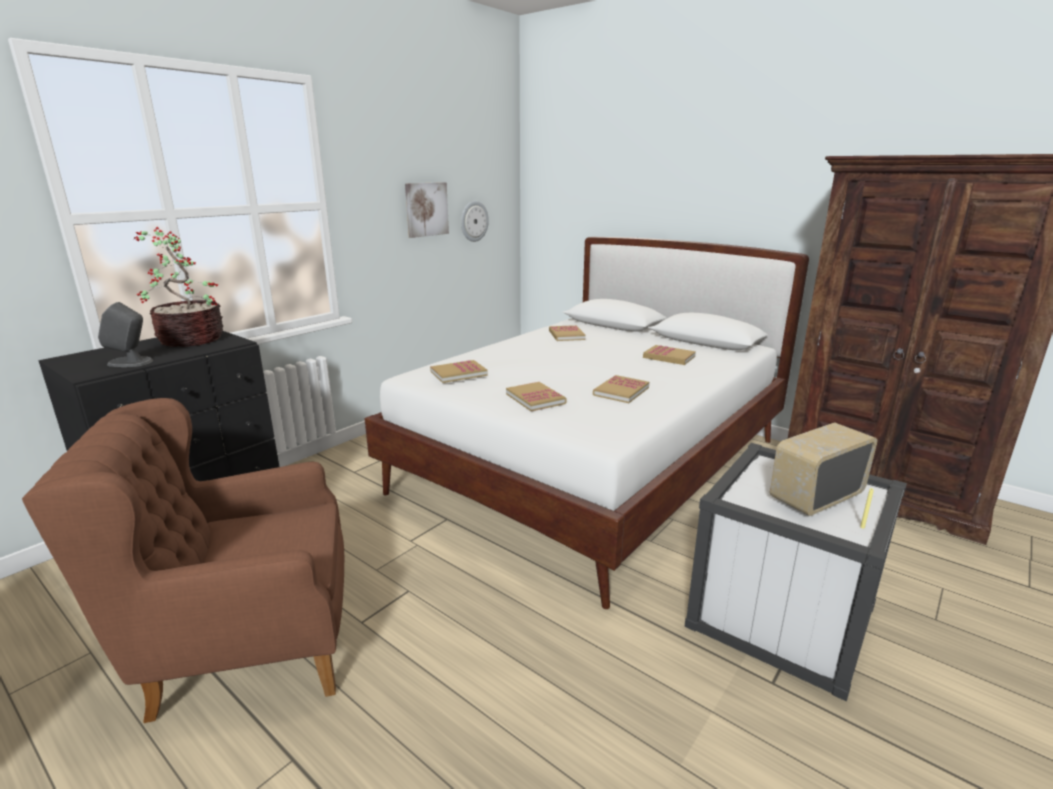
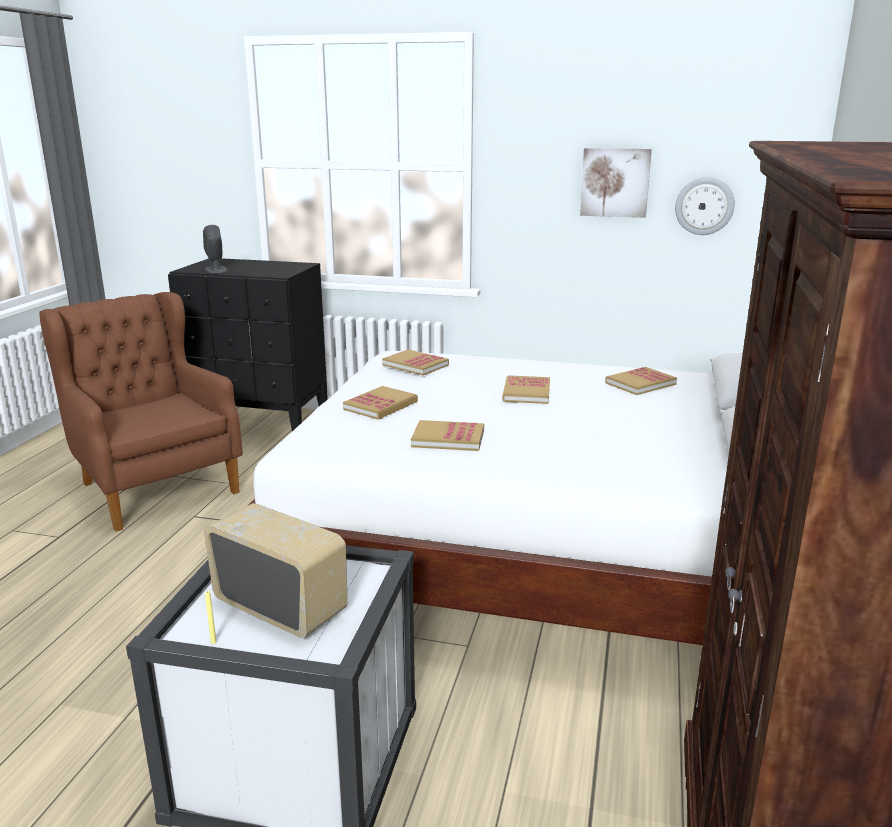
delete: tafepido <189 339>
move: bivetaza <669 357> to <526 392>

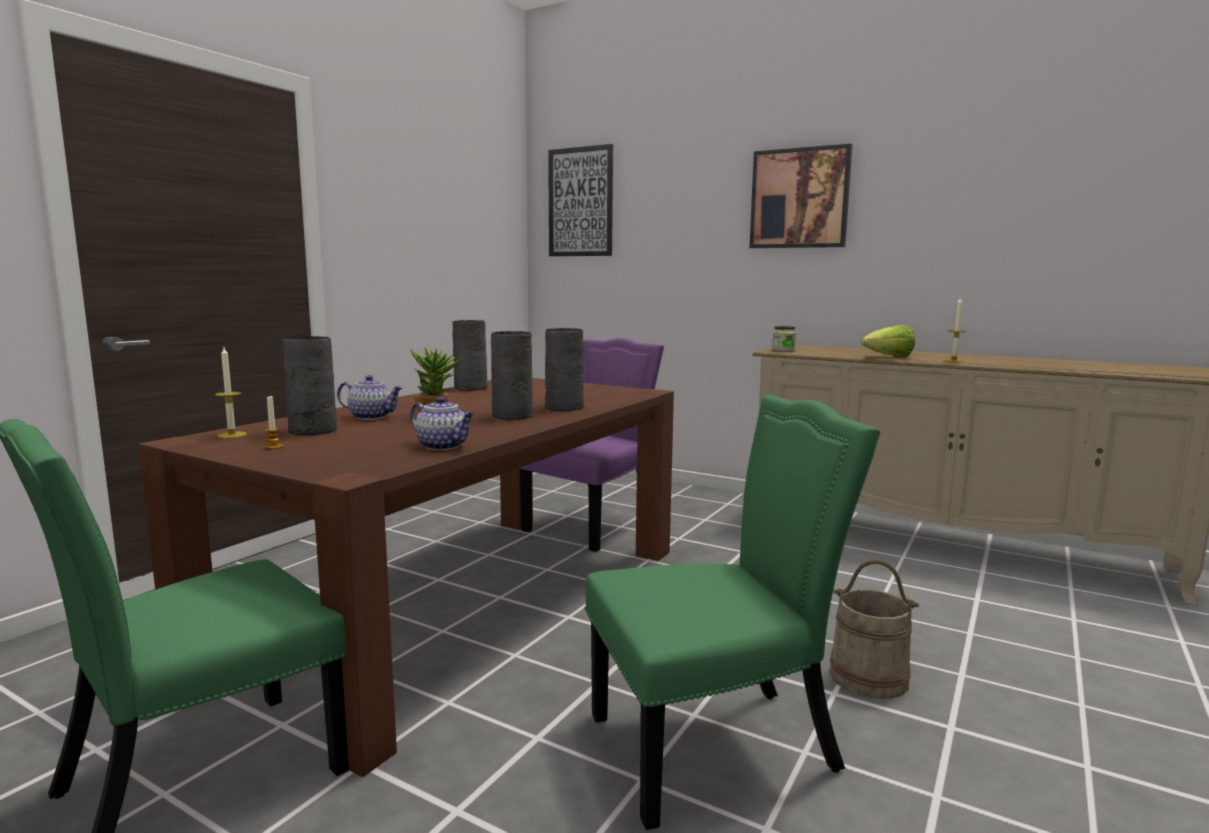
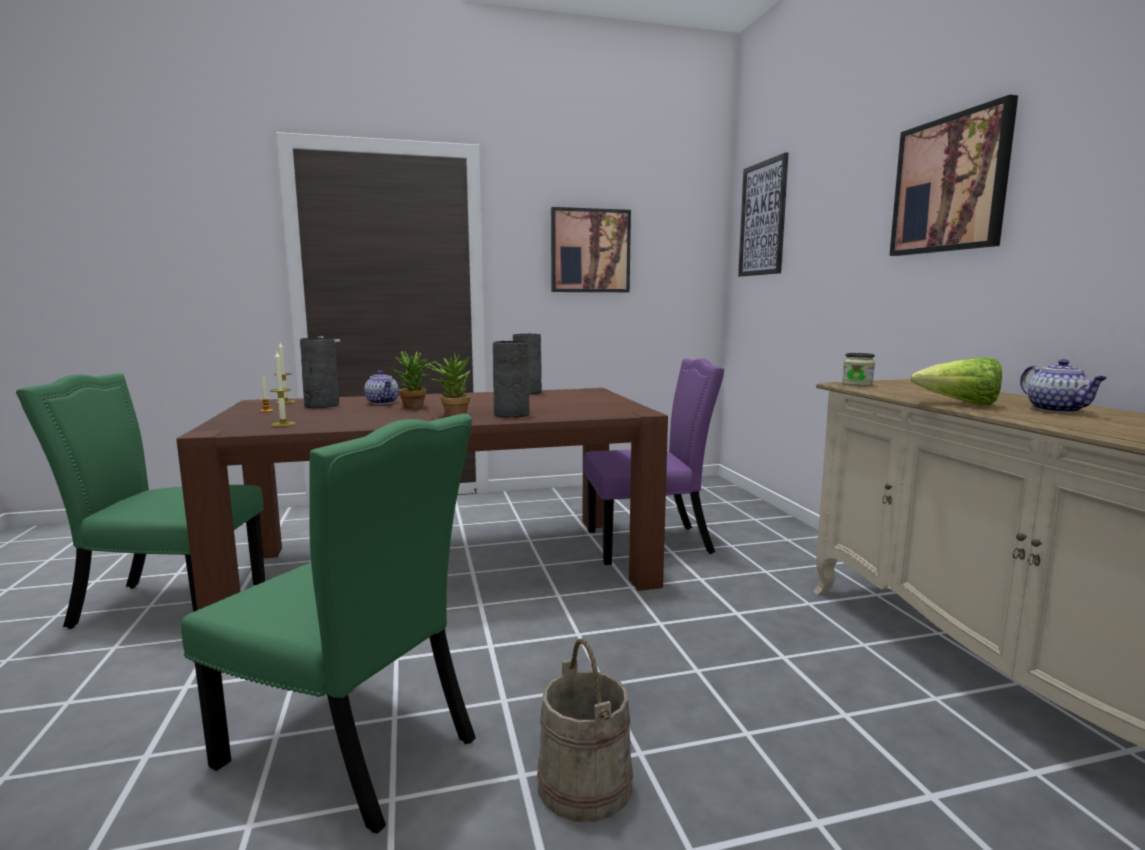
insert: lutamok <590 251>
move: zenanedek <443 446> to <1058 410>; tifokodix <953 360> to <283 424>
replace: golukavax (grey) <512 416> to tafepido <451 414>

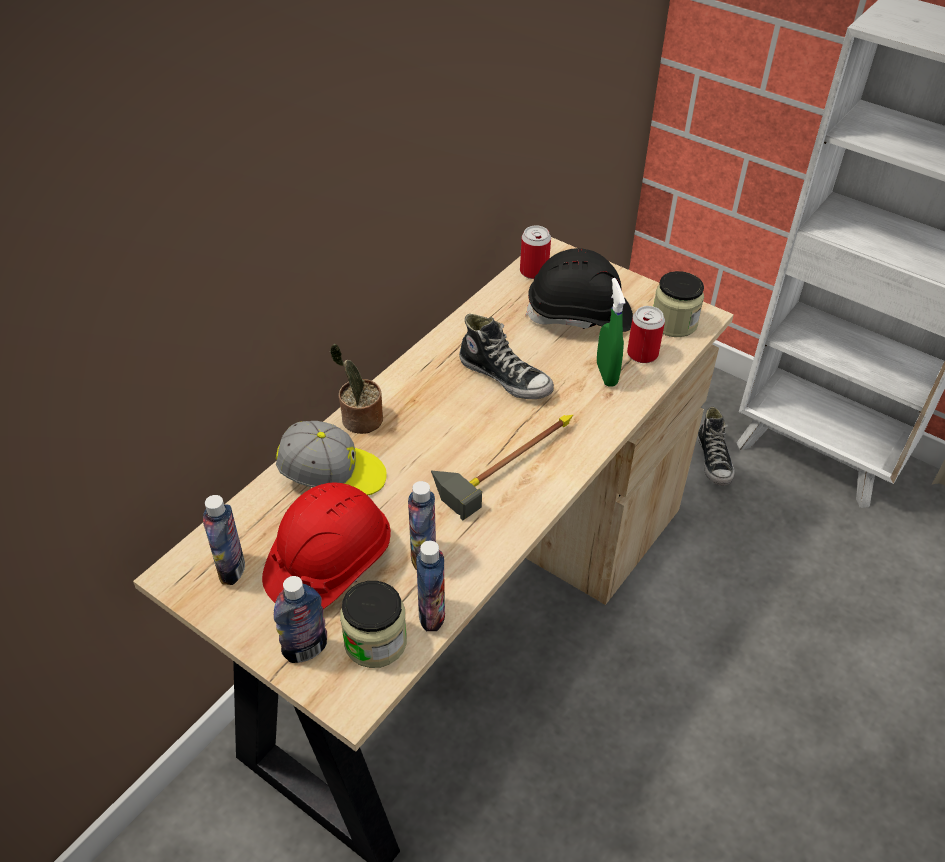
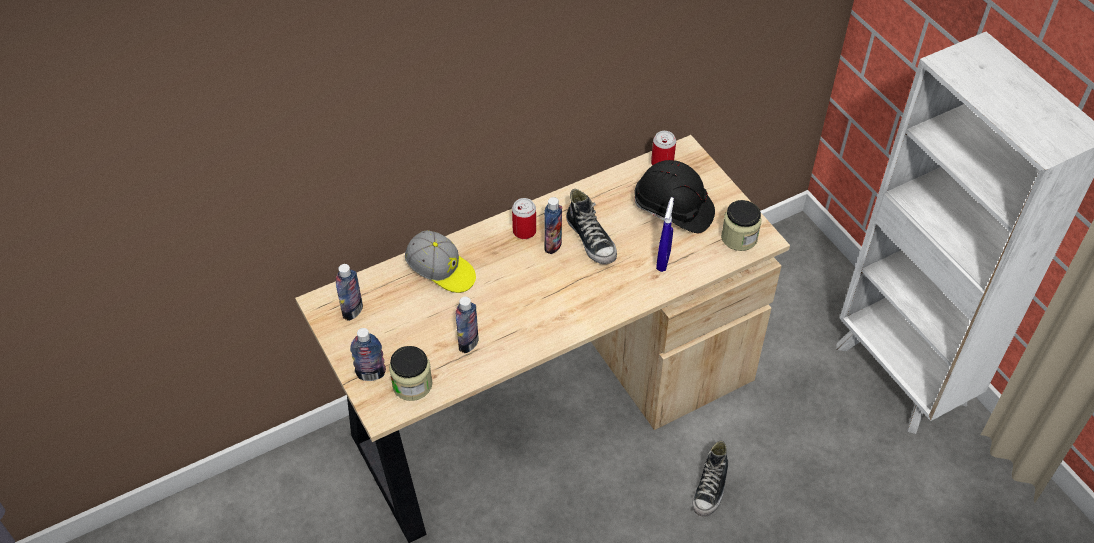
delete: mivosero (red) <328 564>; tafepido <359 420>; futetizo <506 458>
move: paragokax <431 614> to <553 245>; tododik <642 354> to <524 231>; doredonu <714 460> to <710 488>
recolor: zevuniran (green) <606 374> to zevuniran (blue) <663 261>

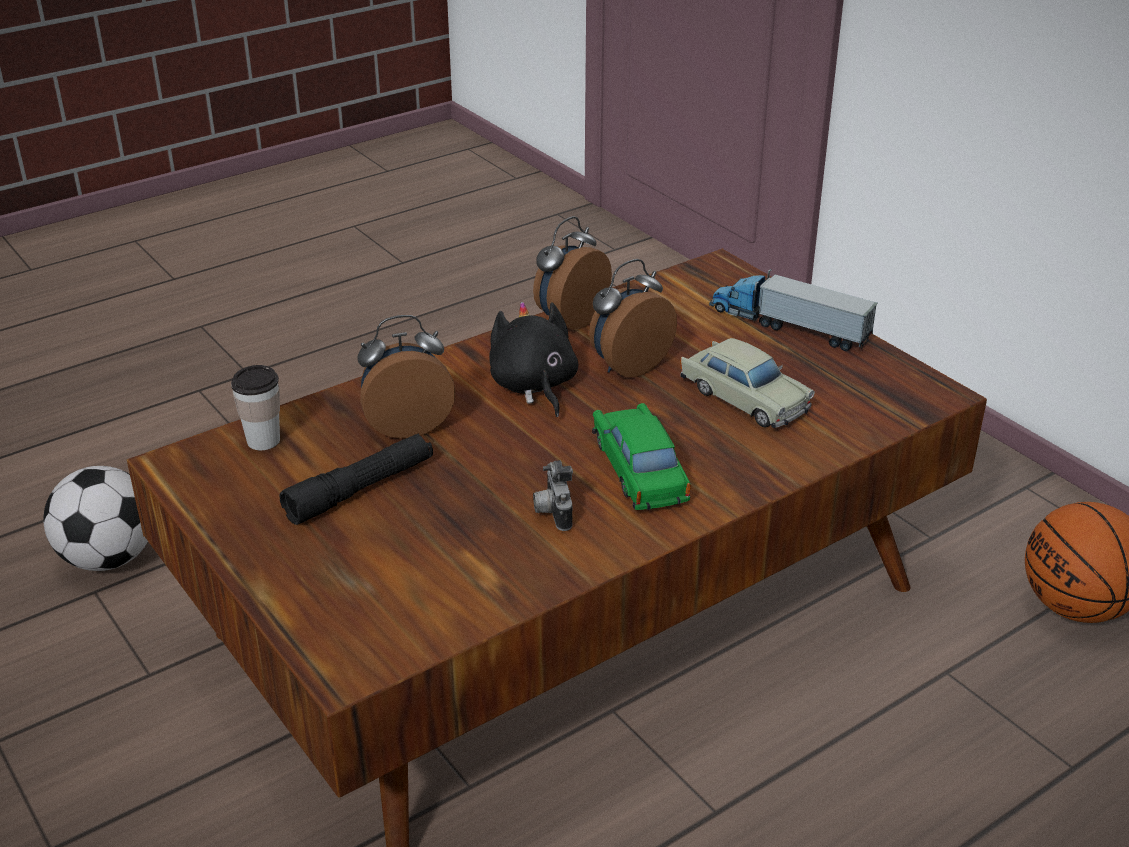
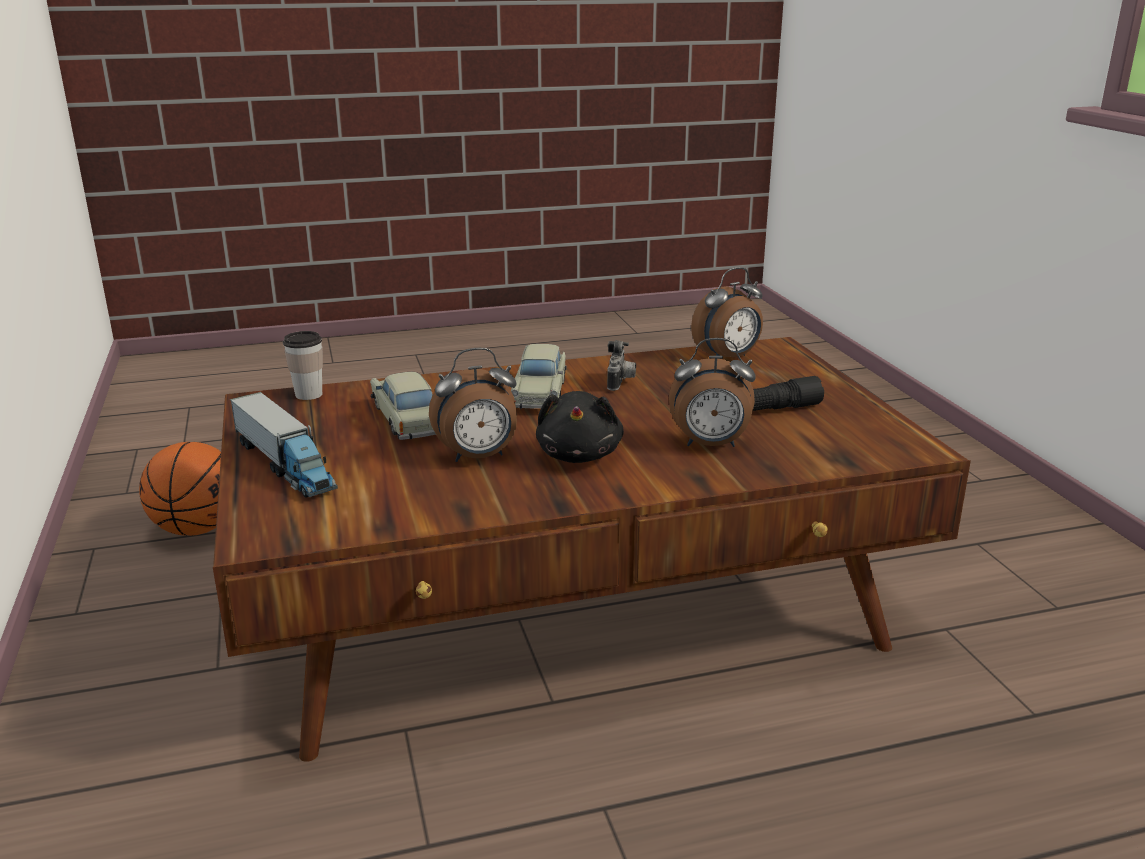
delete: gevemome <109 558>
move: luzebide <263 440> to <308 394>; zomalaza <569 320> to <728 358>
recolor: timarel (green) <639 471> to timarel (beige) <540 393>

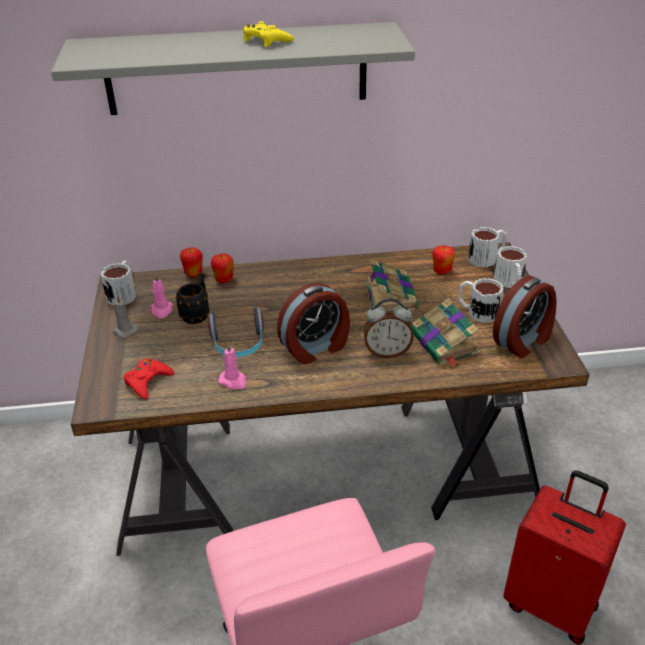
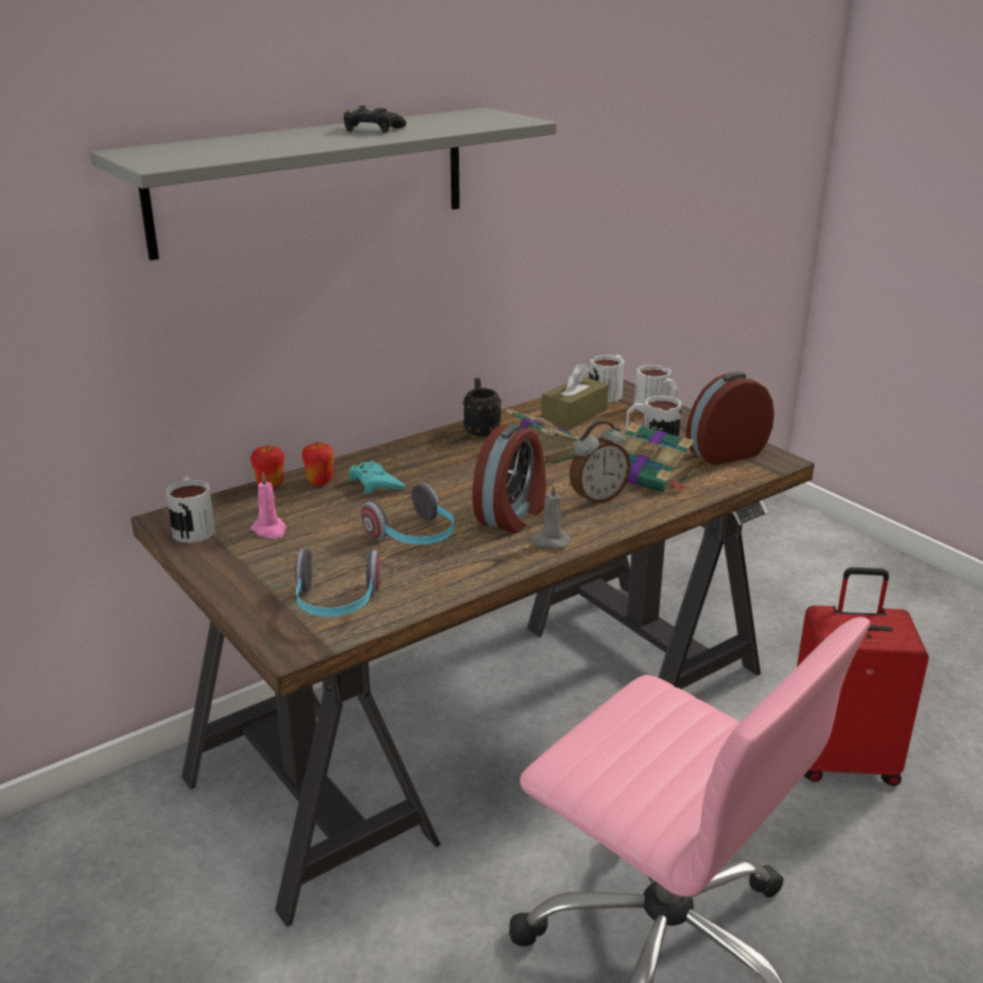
delete: tifokodix (pink) <233 381>
insert: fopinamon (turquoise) <375 483>
move: tifokodix (grey) <124 330> to <549 541>; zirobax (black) <197 314> to <481 429>
replace: fopinamon (red) <147 381> to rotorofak <336 604>; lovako <441 271> to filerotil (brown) <574 415>
recolor: fopinamon (yellow) <266 41> to fopinamon (black) <372 129>
rotate: zomalaza <523 341> = <724 453> 135 degrees counterclockwise

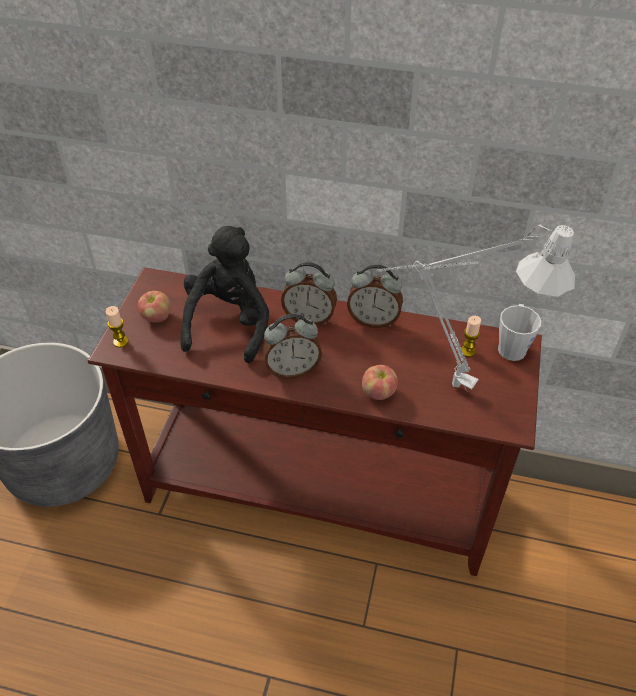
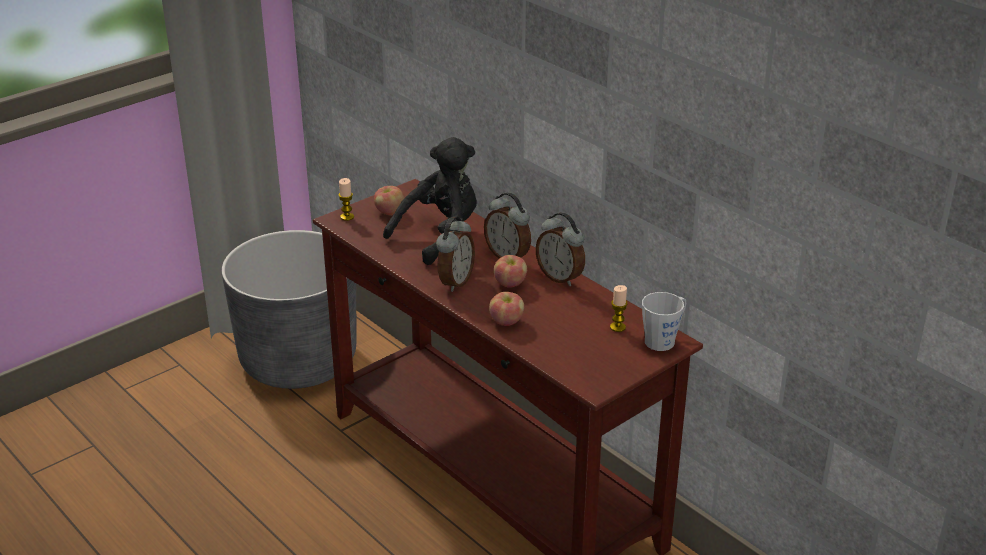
delete: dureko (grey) <444 381>
insert: lovako <510 284>
rotate: zomalaza <292 370> = <455 282> 90 degrees counterclockwise

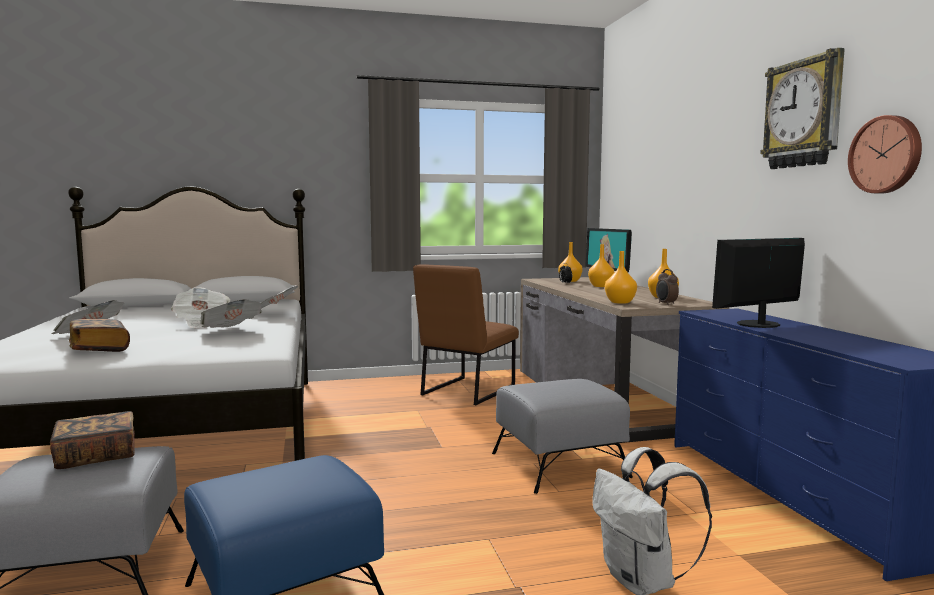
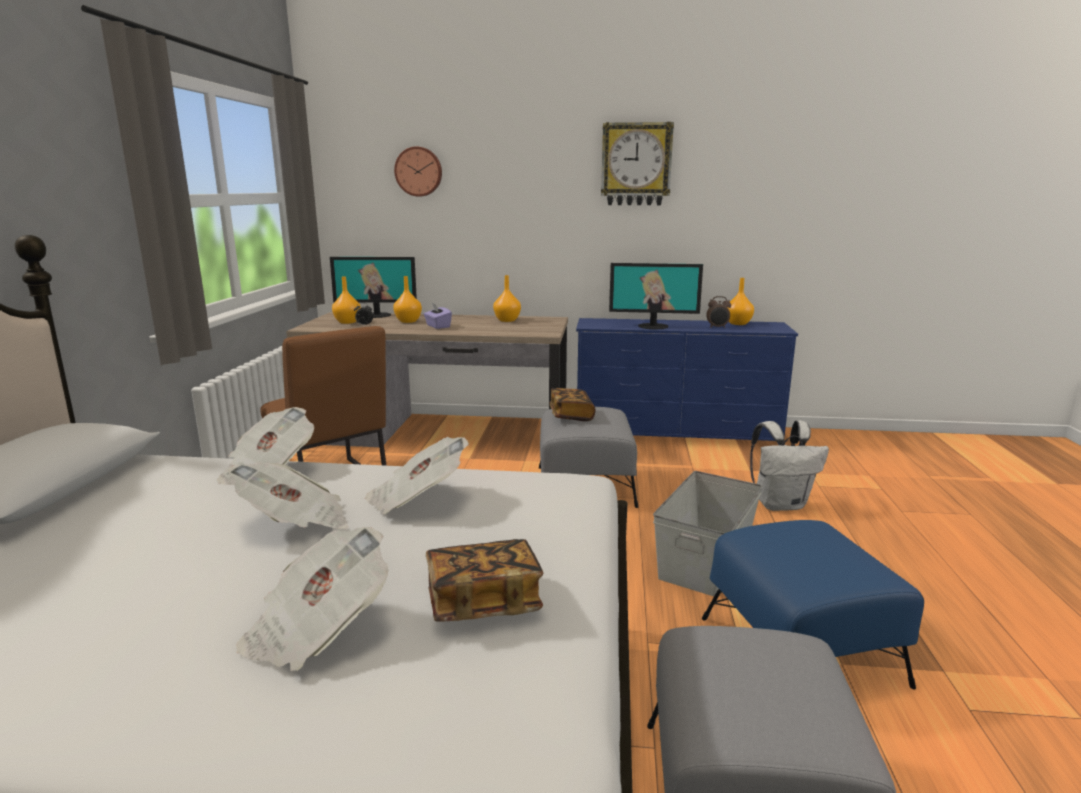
insert: filerotil (purple) <437 326>; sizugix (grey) <704 559>
move: bivetaza <96 456> to <571 415>; golukavax (orange) <620 302> to <738 323>; zomalaza <666 304> to <717 327>; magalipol <886 155> to <419 171>
rotate: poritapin <759 324> = <653 326> 75 degrees counterclockwise

